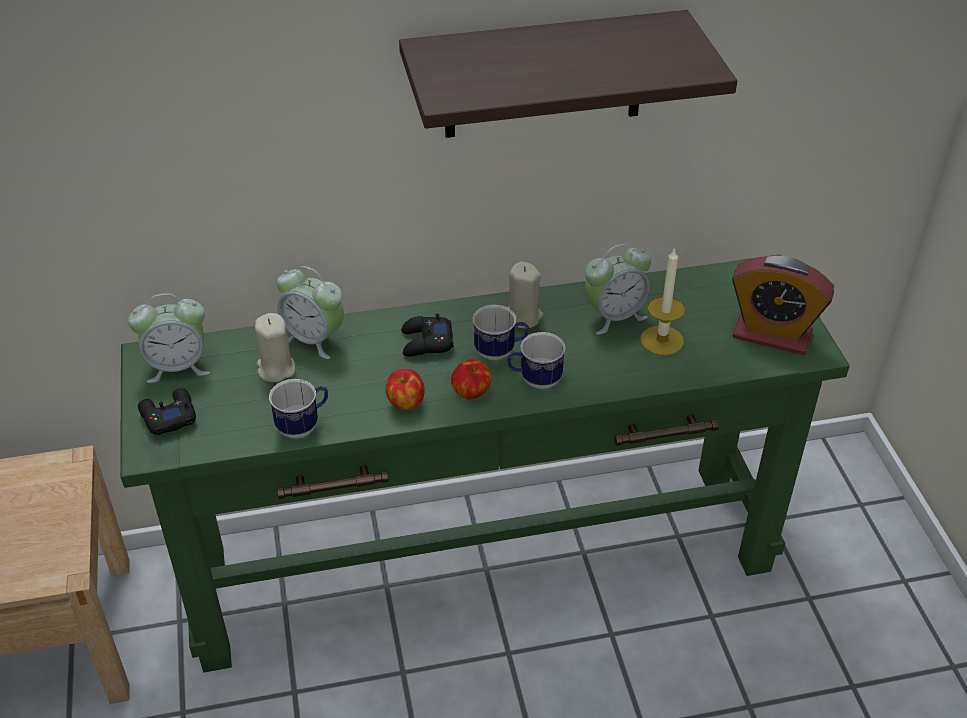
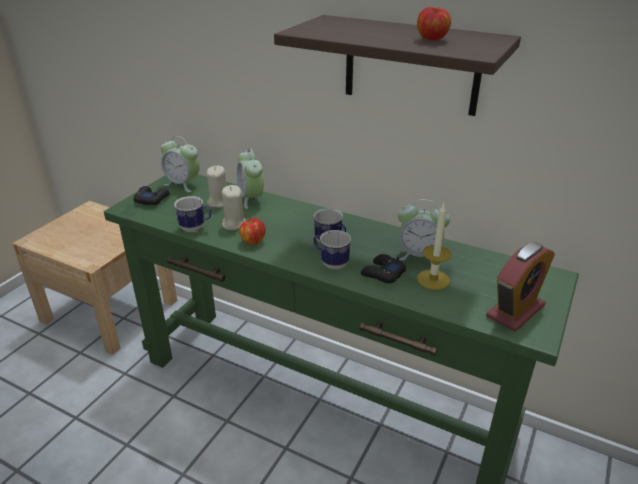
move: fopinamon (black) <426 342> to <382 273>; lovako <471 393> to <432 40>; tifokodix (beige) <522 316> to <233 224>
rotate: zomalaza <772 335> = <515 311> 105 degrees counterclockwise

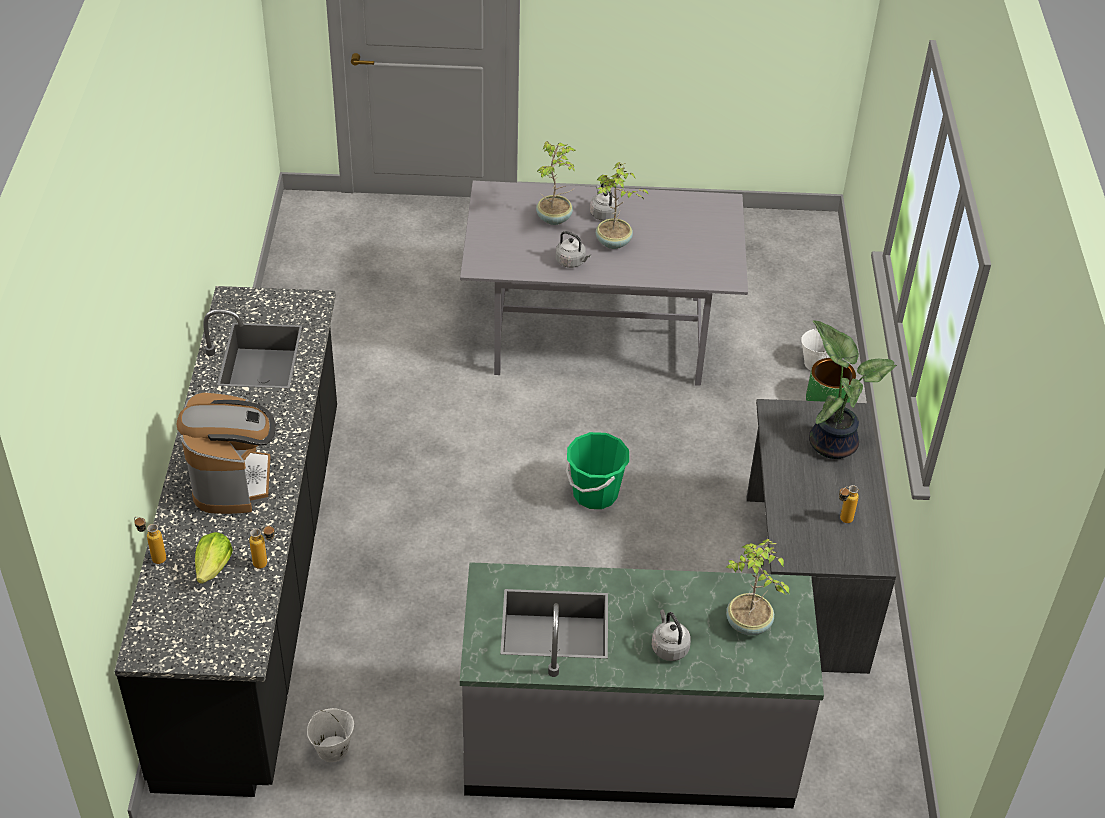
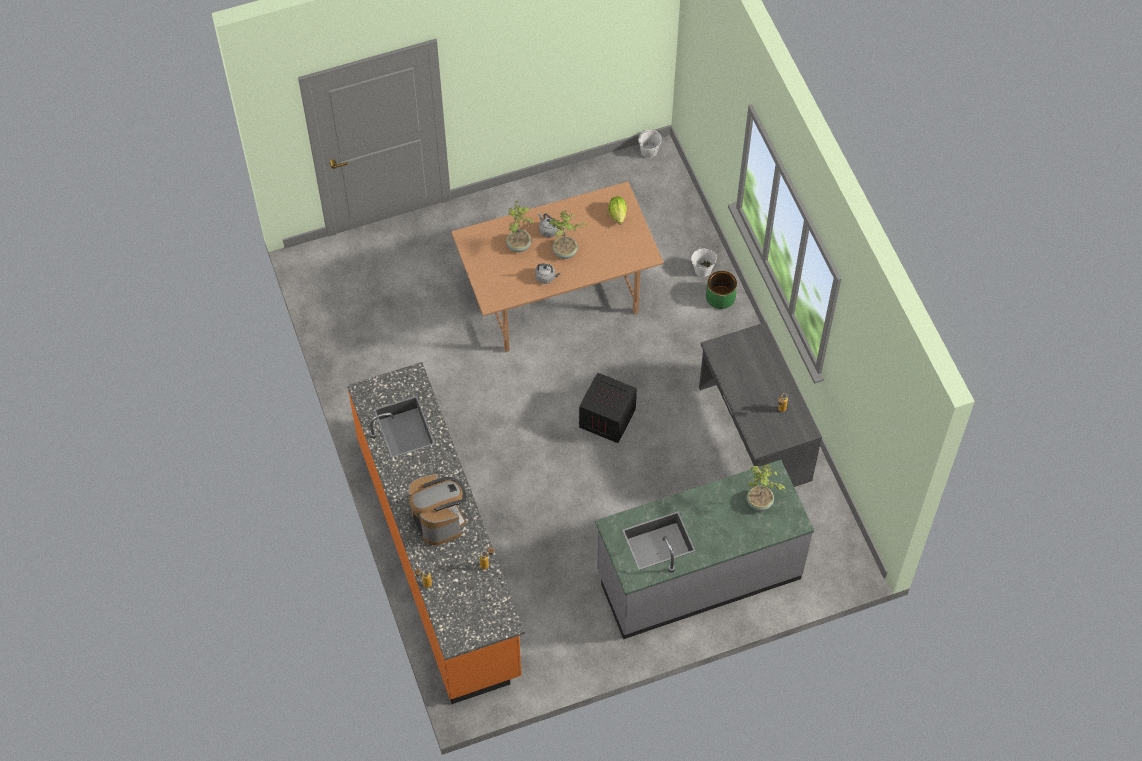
delete: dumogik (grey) <669 647>; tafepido <833 441>
move: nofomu <214 568> to <618 214>; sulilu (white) <332 749> to <649 151>
replace: sulilu (green) <595 493> to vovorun <608 418>
recolor: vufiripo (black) <257 587> to vufiripo (orange) <439 557>; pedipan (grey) <597 335> to pedipan (brown) <556 297>

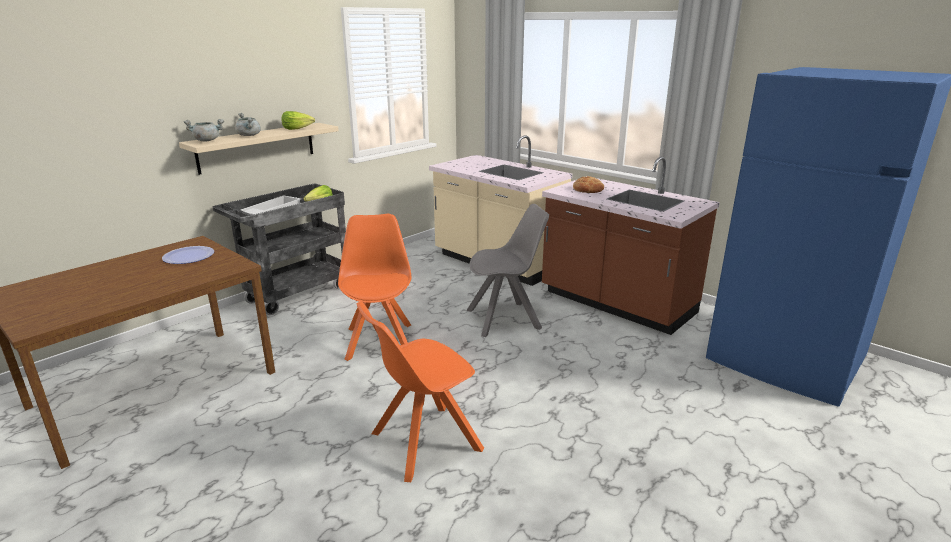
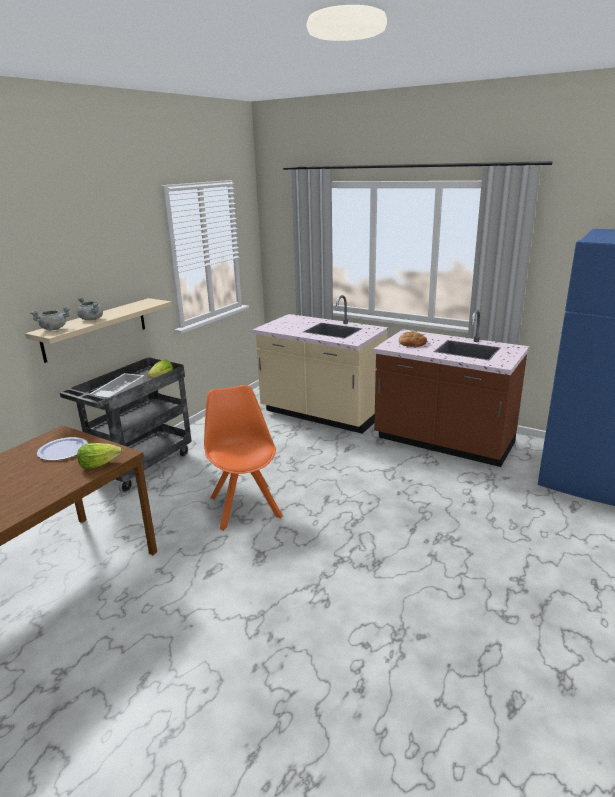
delete: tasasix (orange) <423 442>; tasasix (grey) <505 319>
move: nofomu <297 129> to <99 464>

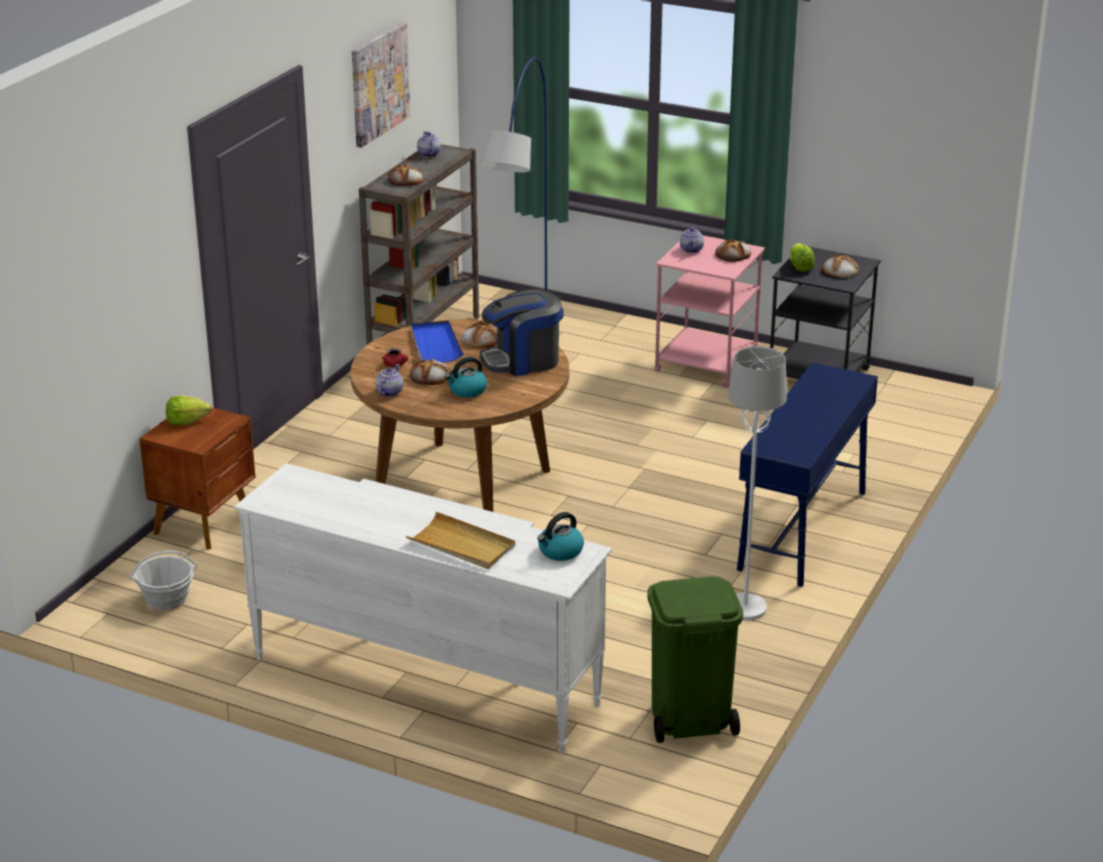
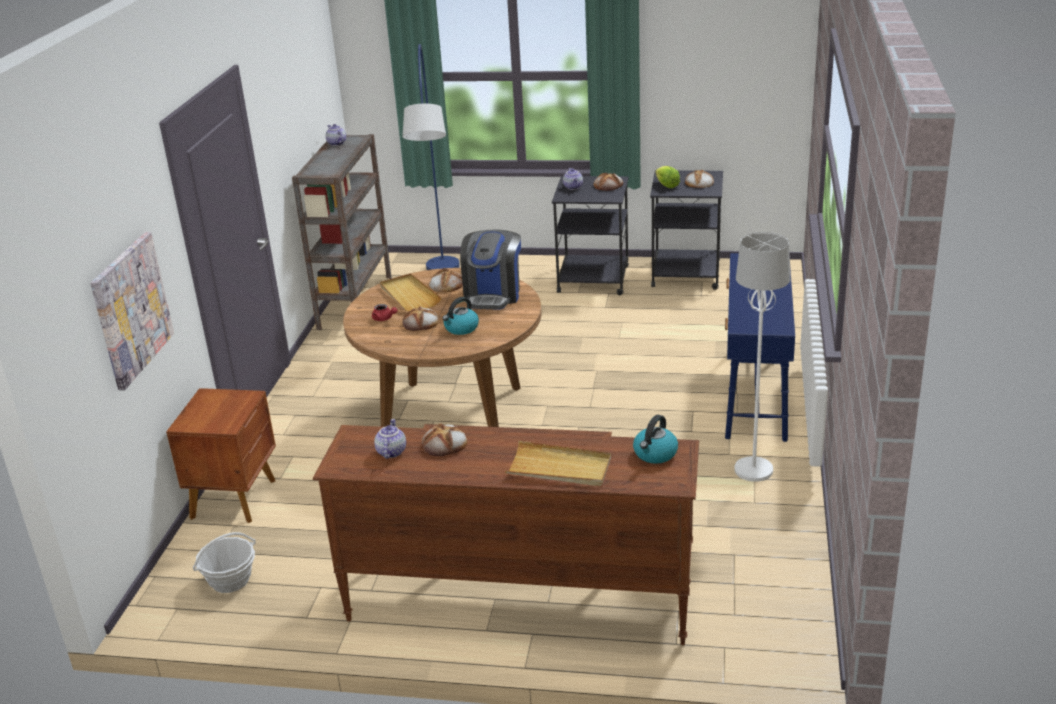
delete: nofomu <186 421>; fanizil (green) <689 719>
move: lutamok <379 84> to <131 309>; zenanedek <389 392> to <390 452>; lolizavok <406 180> to <445 444>
recolor: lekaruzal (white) <426 680> to lekaruzal (brown) <518 603>; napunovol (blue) <435 344> to napunovol (beige) <409 295>; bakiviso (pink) <707 364> to bakiviso (black) <594 280>
rotate: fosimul <522 360> = <493 295> 45 degrees counterclockwise

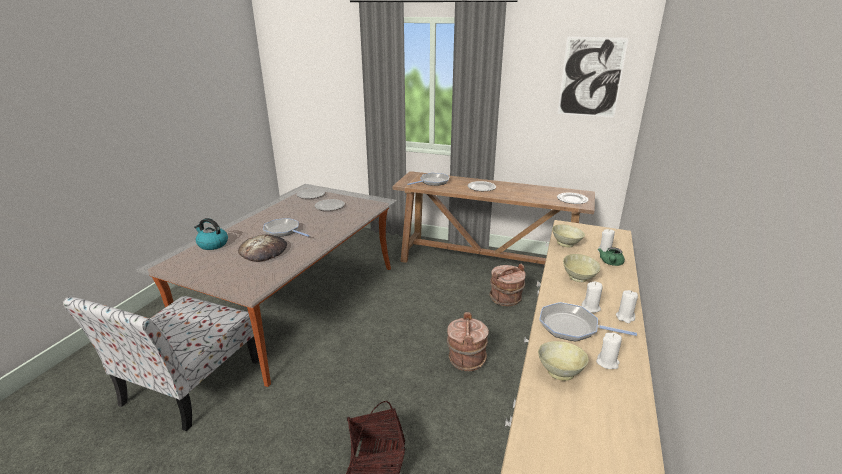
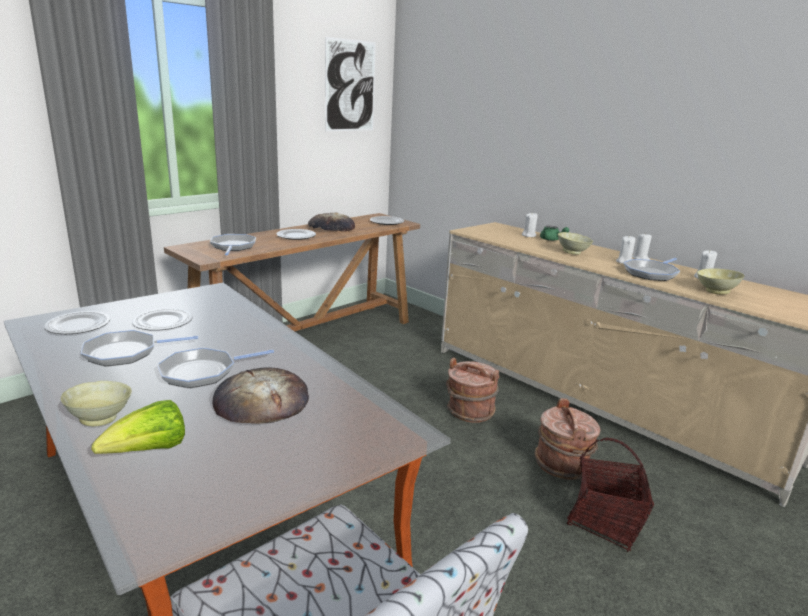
insert: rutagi <126 353>; lolizavok <331 227>
move: sulilu (brown) <506 299> to <562 465>; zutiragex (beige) <566 244> to <101 418>
replace: dumogik <212 244> to nofomu <149 452>

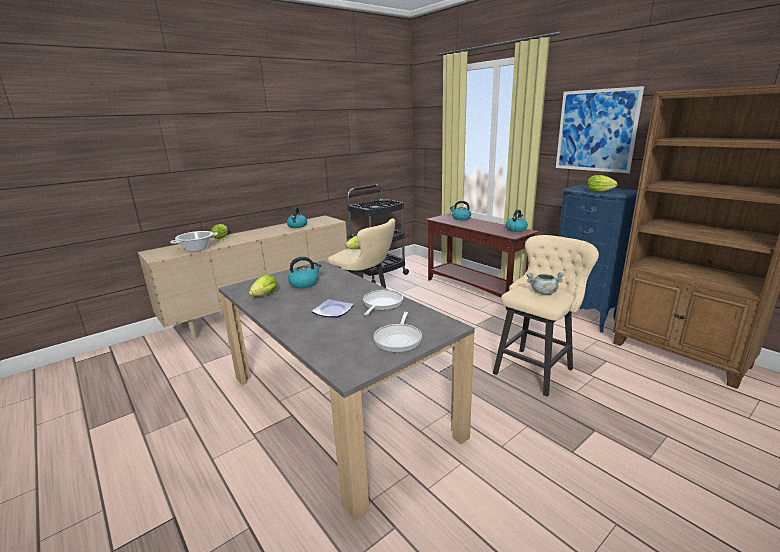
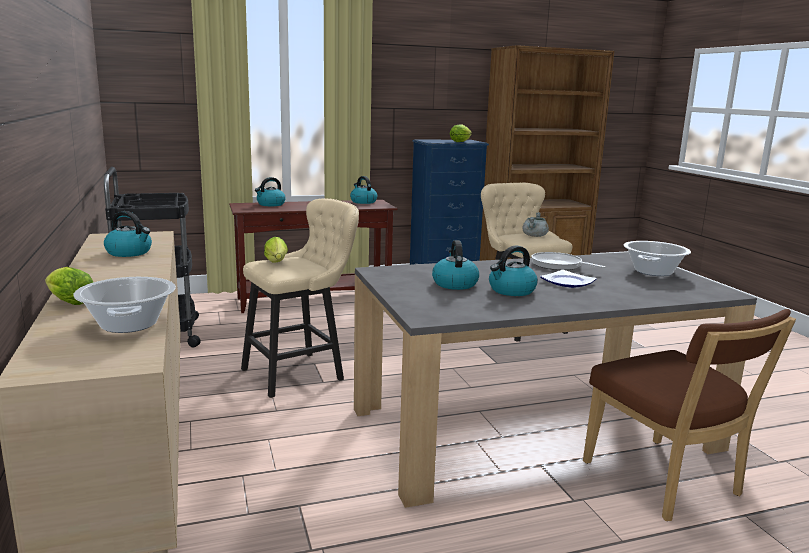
delete: nofomu <263 296>; lutamok <596 131>
insert: dumogik <511 290>; tasasix (brown) <665 482>
replace: rutagi <398 339> to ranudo <652 272>

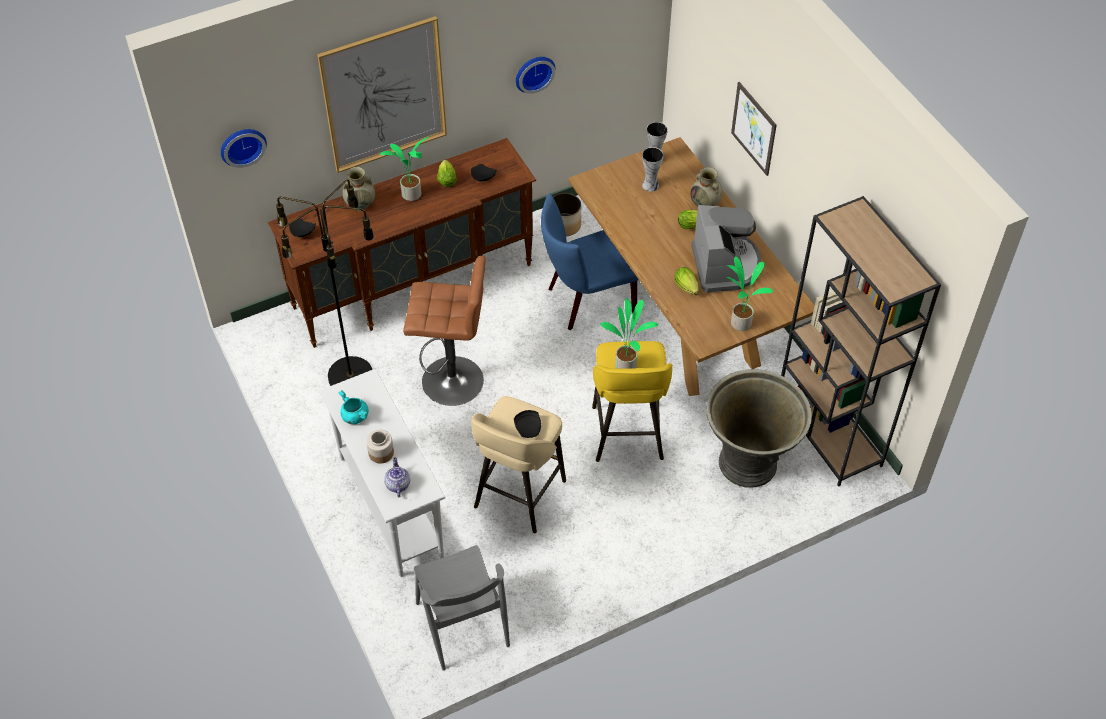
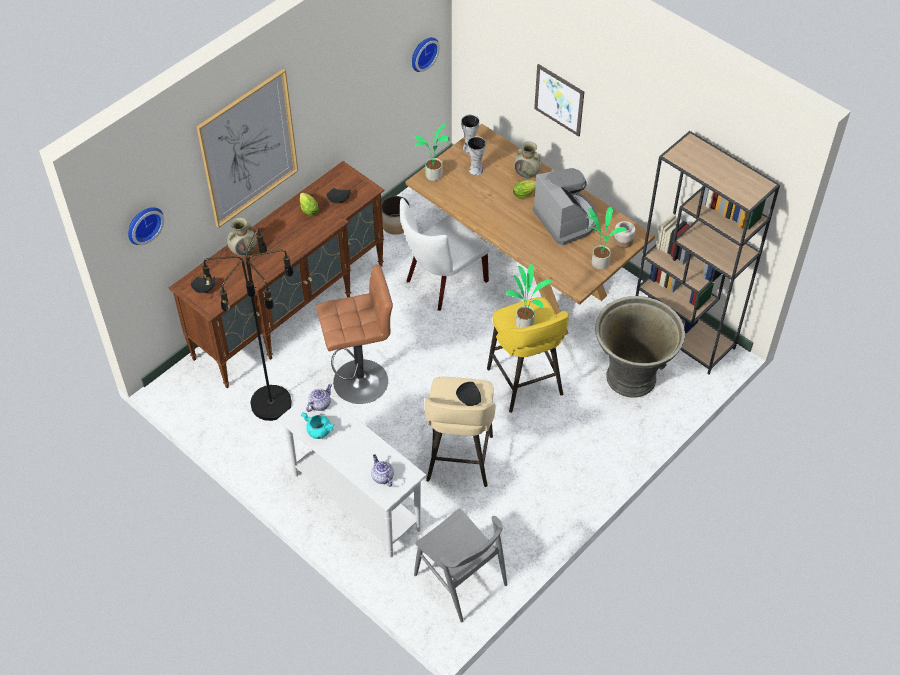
delete: nofomu <687 288>
insert: zenanedek <319 404>
move: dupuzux <381 453> to <623 241>; tafepido <410 195> to <433 176>; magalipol <533 72> to <422 53>
recolor: tasasix (blue) <586 301> to tasasix (white) <442 283>

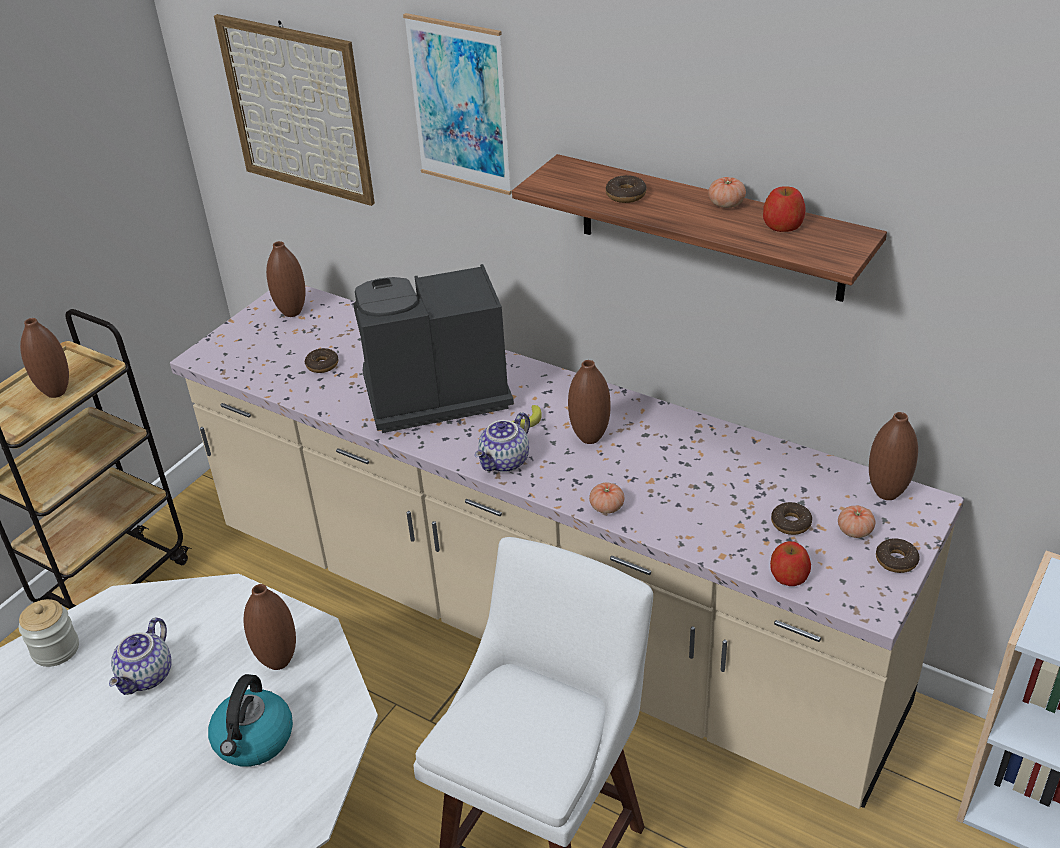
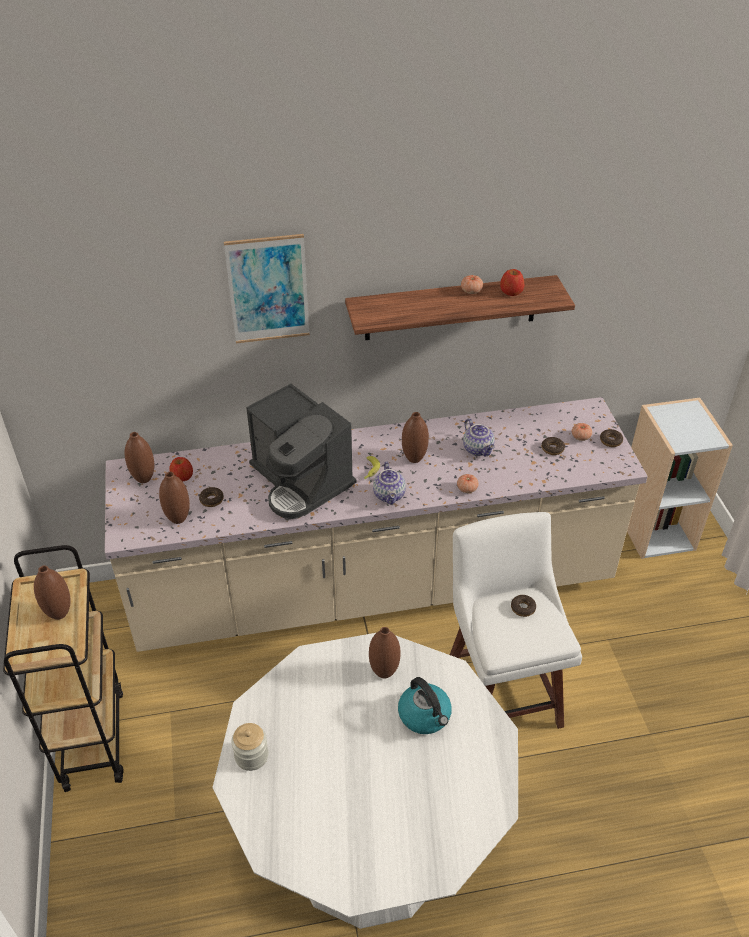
delete: lutamok <297 106>
move: zenanedek <147 677> to <478 449>; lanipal <626 195> to <523 608>; lovako <789 575> to <182 476>; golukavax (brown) <887 493> to <178 519>
rotate: fosimul <432 394> = <301 481> 75 degrees counterclockwise

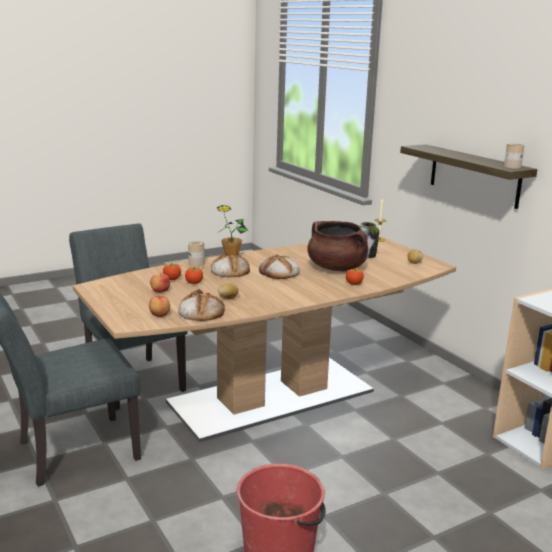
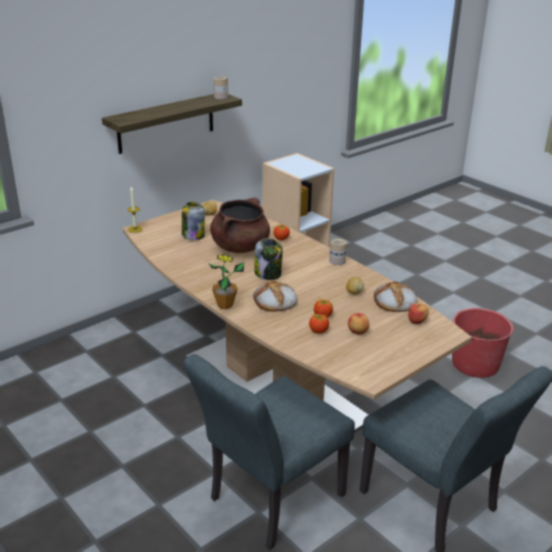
move: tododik <196 263> to <337 261>
replace: lolizavok <279 273> to dupuzux <268 274>

